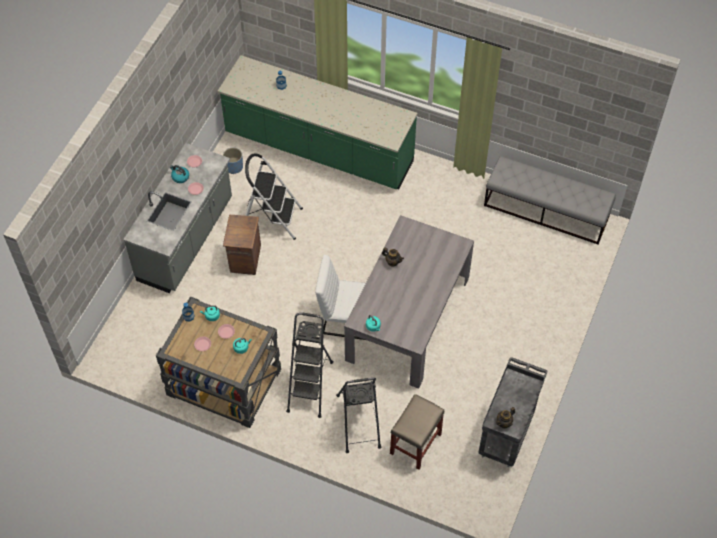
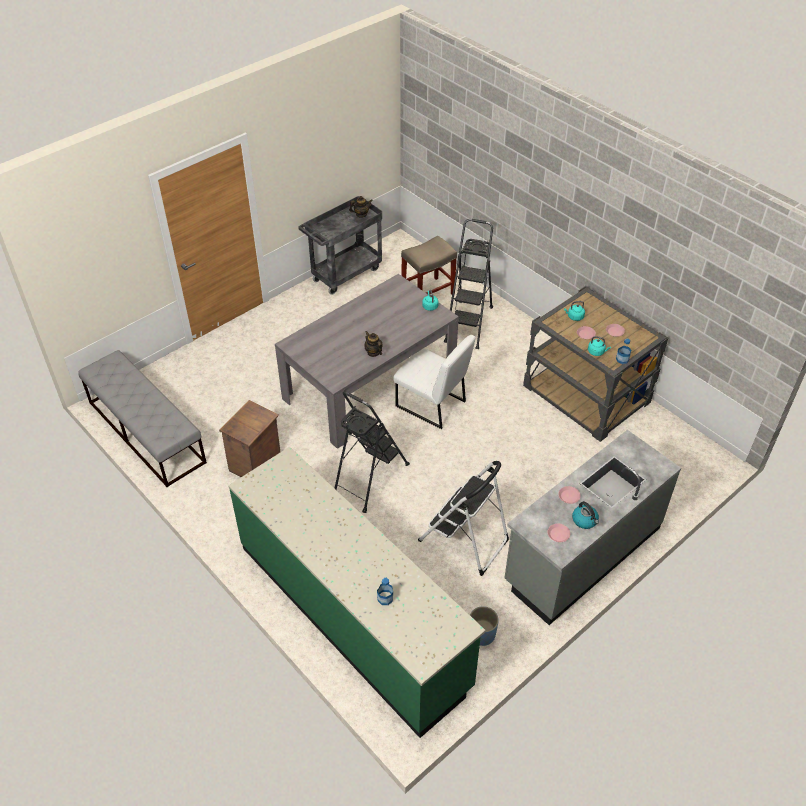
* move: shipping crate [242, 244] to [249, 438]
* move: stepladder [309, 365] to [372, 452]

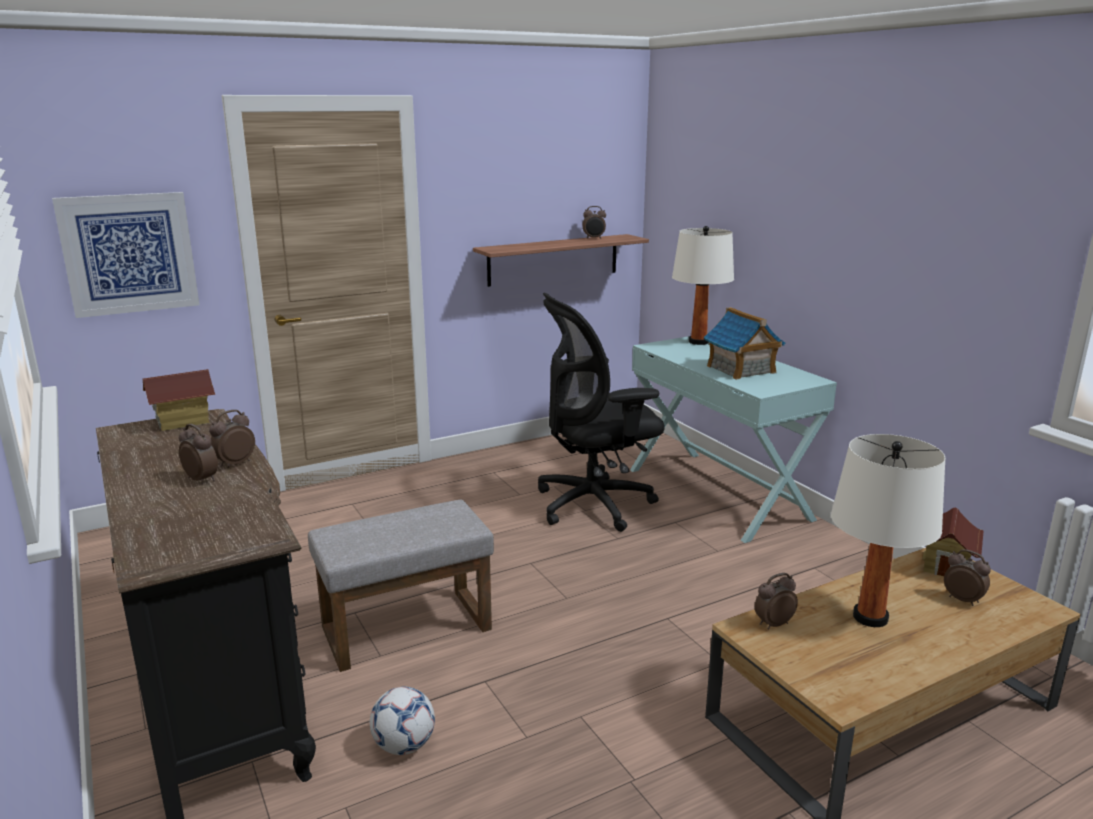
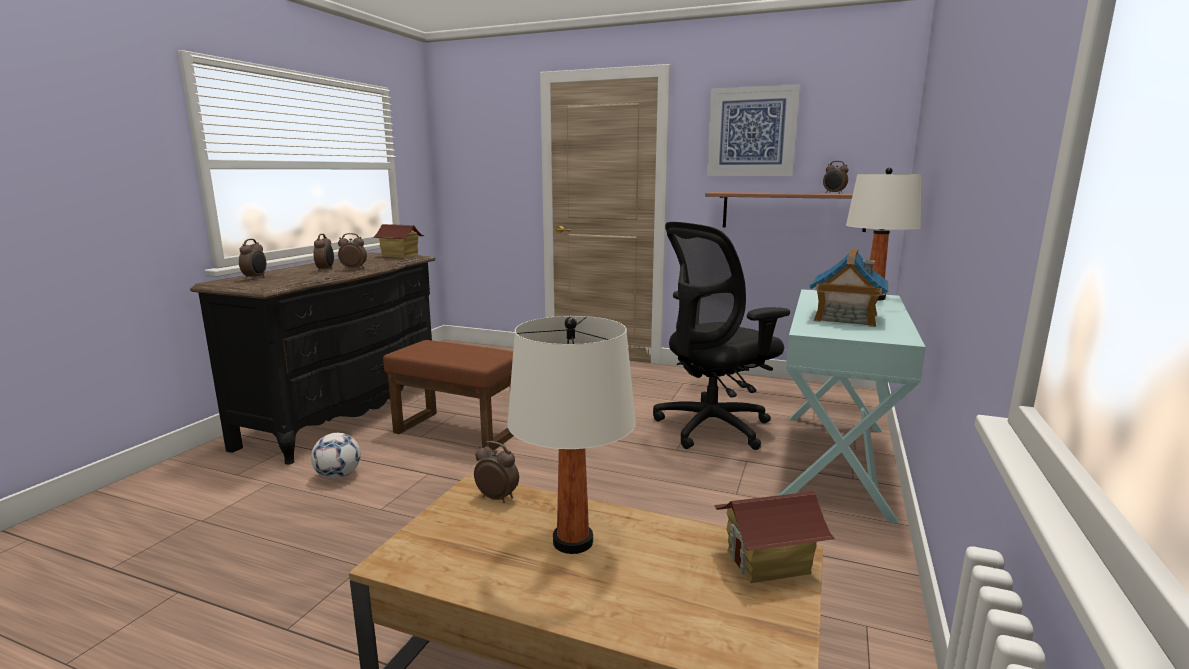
* move: wall picture [126, 255] to [753, 130]
* rotate: black desk chair [601, 412] = [721, 336] 60 degrees counterclockwise
* recolor: grey footrest [401, 586] to brown footrest [448, 395]
* move: bedside clock [967, 577] to [252, 259]

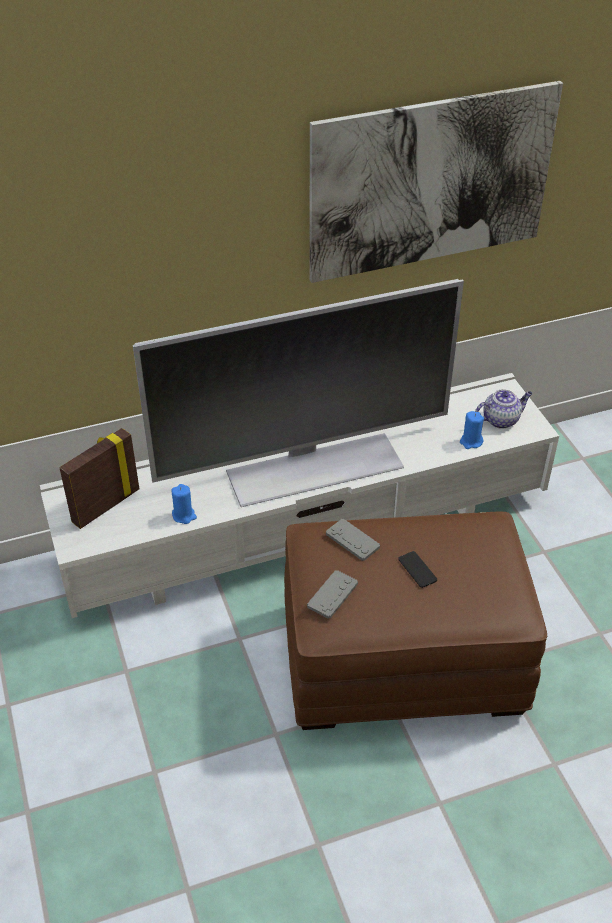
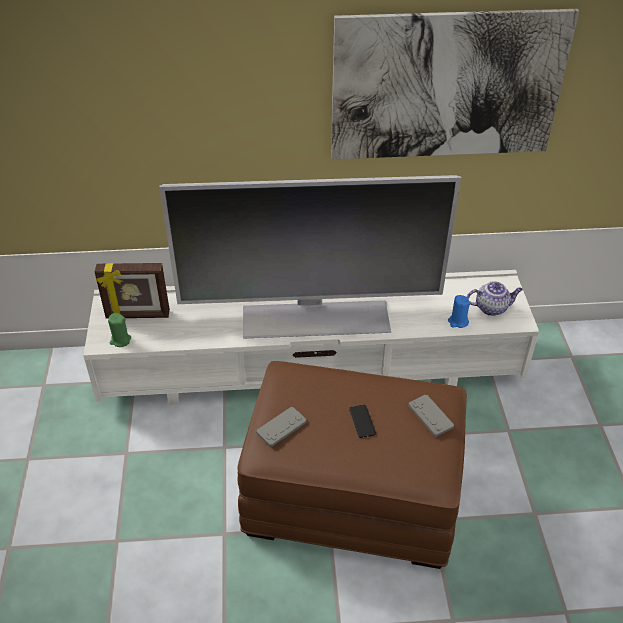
* rotate: standing frame [99, 478] = [132, 291] 150 degrees counterclockwise
* delete: bluish candle [184, 504]
* move: grey game controller [353, 540] to [431, 415]
* insert: green-coloured candle [119, 330]

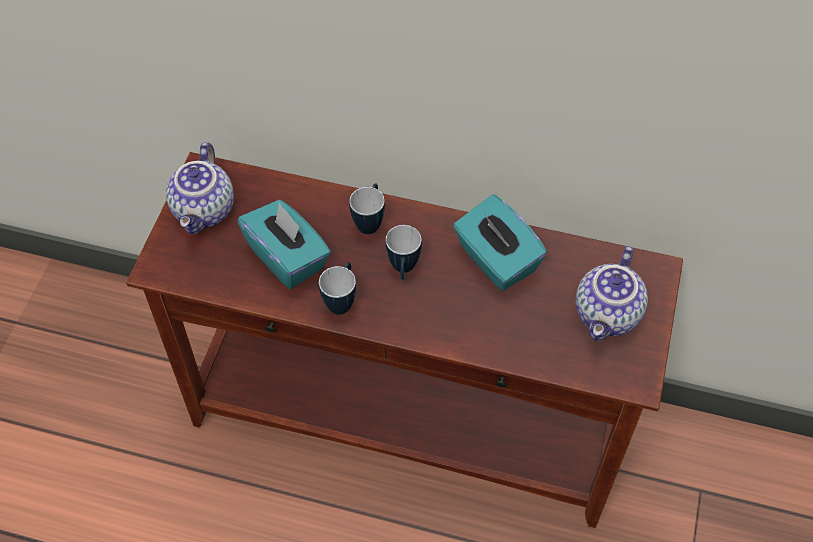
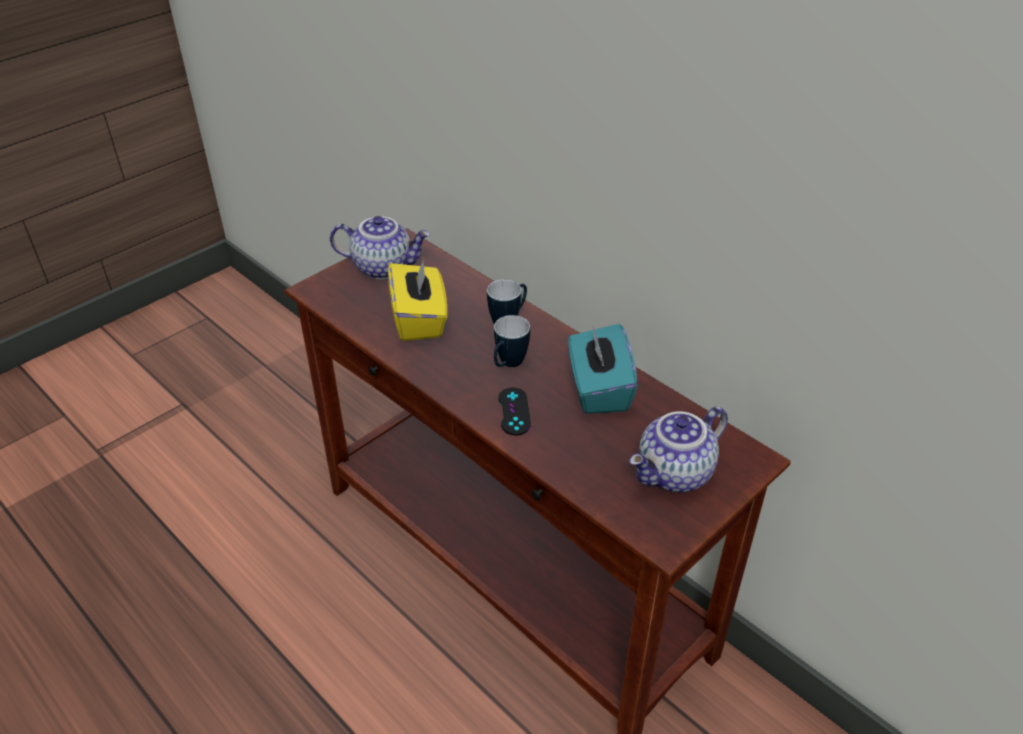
* rotate: pot for tea [200, 188] = [380, 247] 120 degrees counterclockwise
* recolor: blue-green tissue holder [284, 244] to yellowish tissue holder [417, 299]
* delete: mug [337, 288]
* insert: black game controller [514, 411]

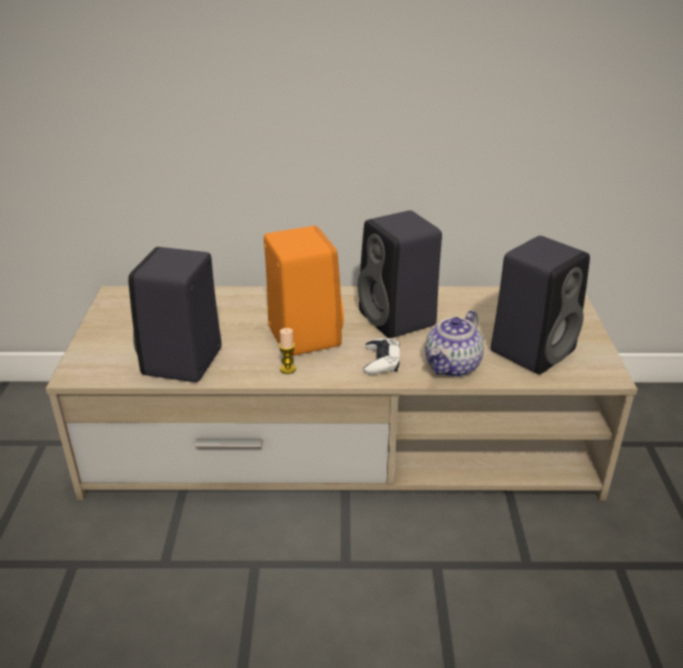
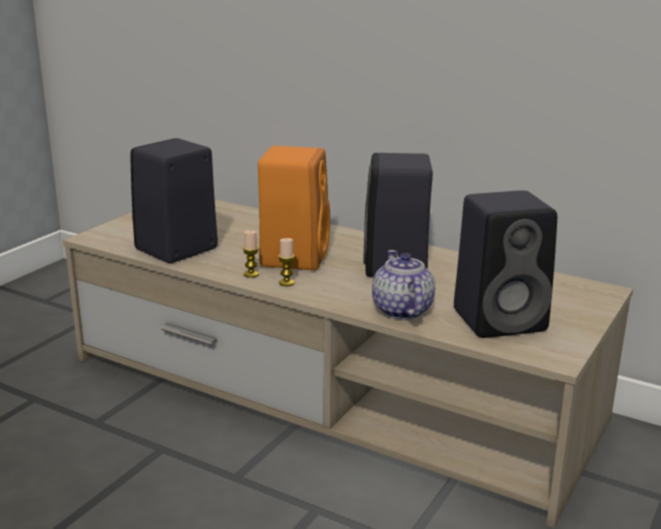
* rotate: pot for tea [454, 343] = [403, 285] 105 degrees clockwise
* delete: whitish game controller [381, 356]
* insert: candle [286, 262]

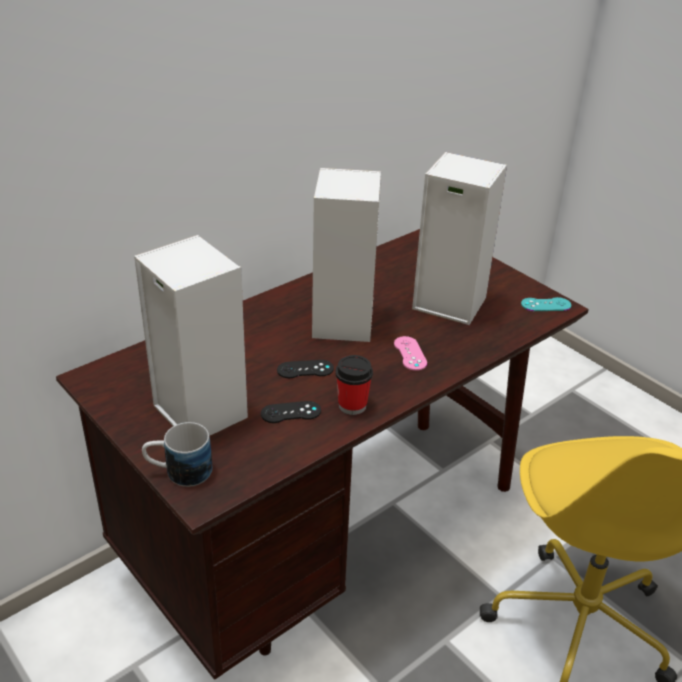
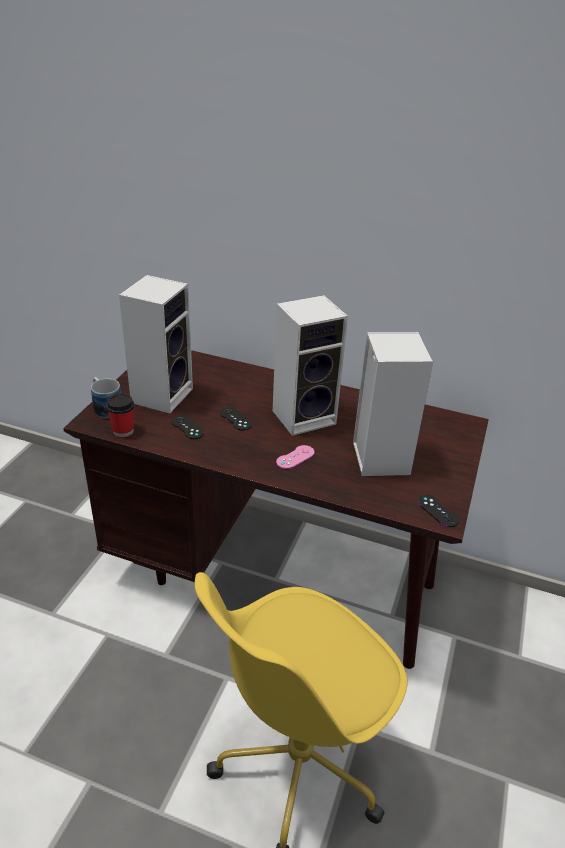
* recolor: blue-green game controller [546, 304] to black game controller [438, 511]
* move: cup [354, 385] to [120, 415]

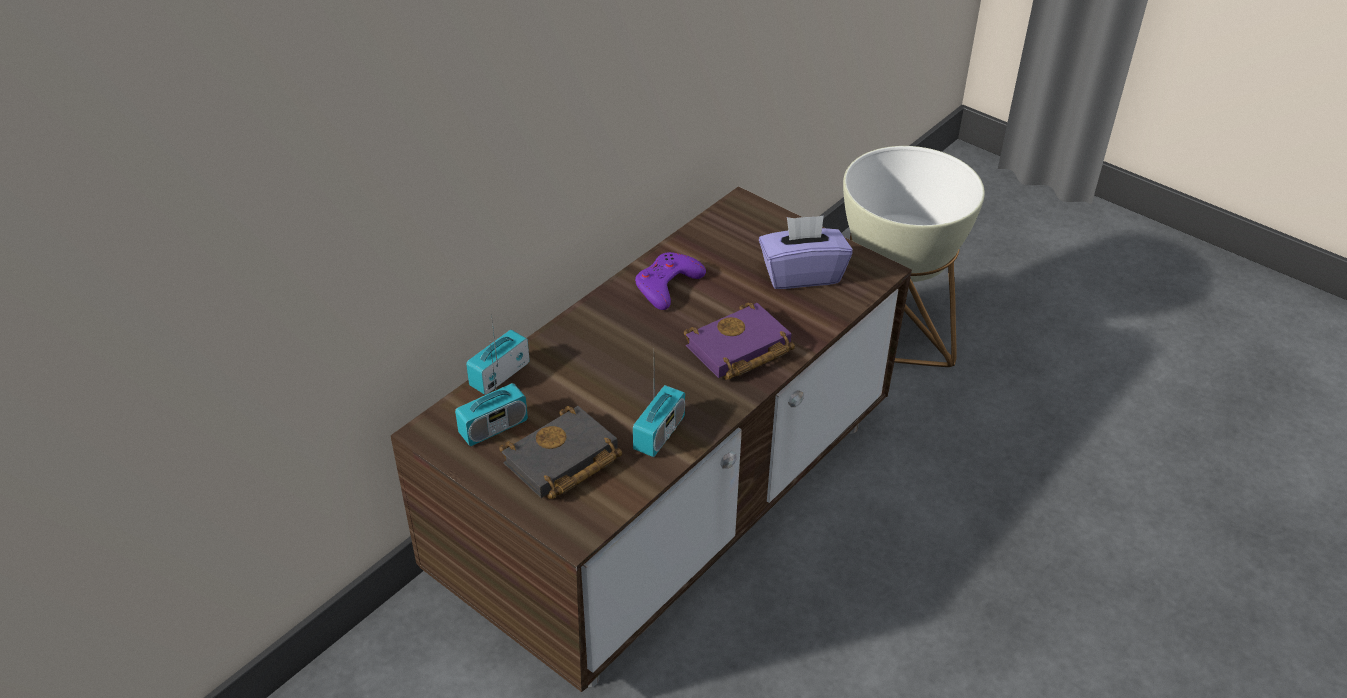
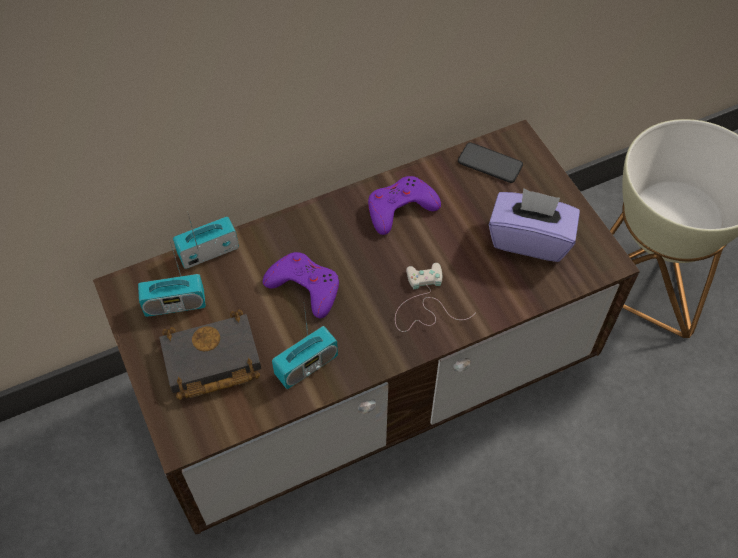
* replace: purple book [739, 341] to whitish game controller [435, 297]
* insert: handset [490, 162]
* insert: purple game controller [301, 285]

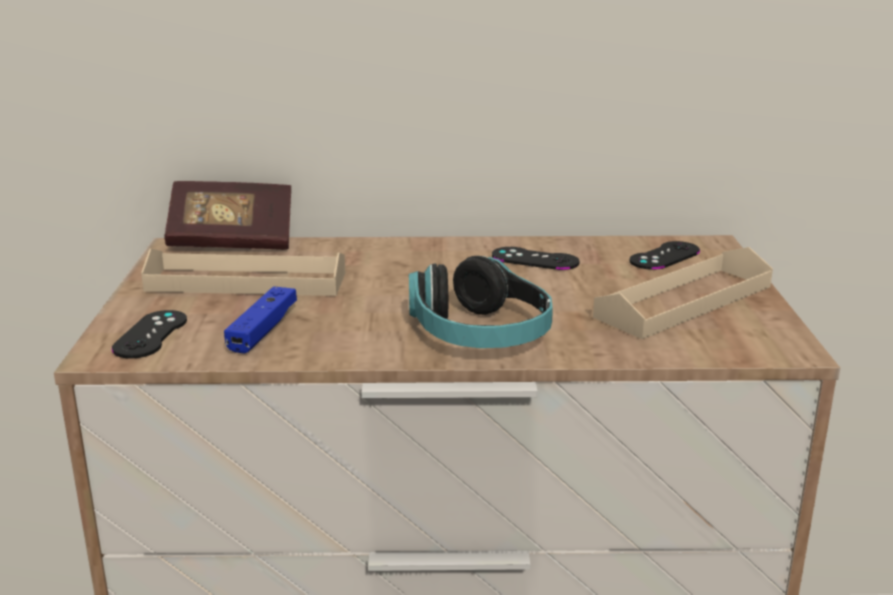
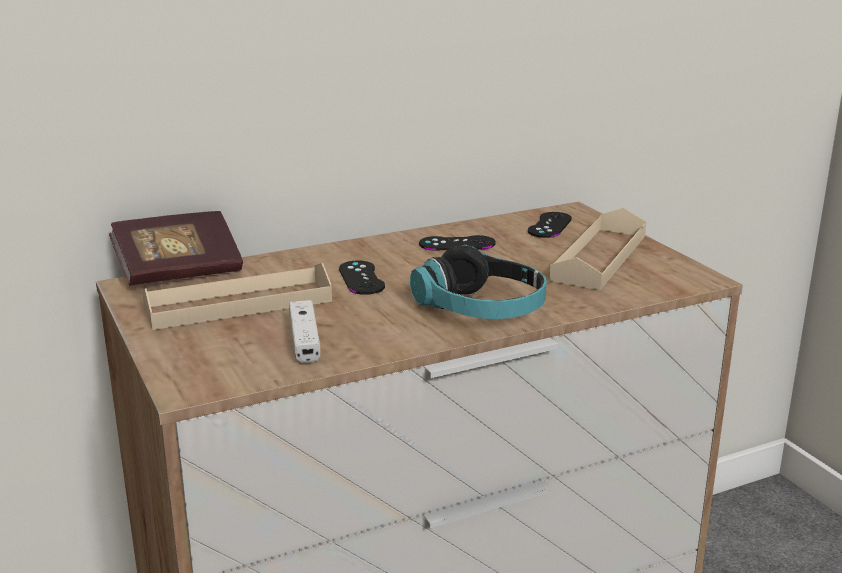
* recolor: bluish game controller [260, 320] to whitish game controller [304, 331]
* move: black game controller [149, 334] to [362, 277]

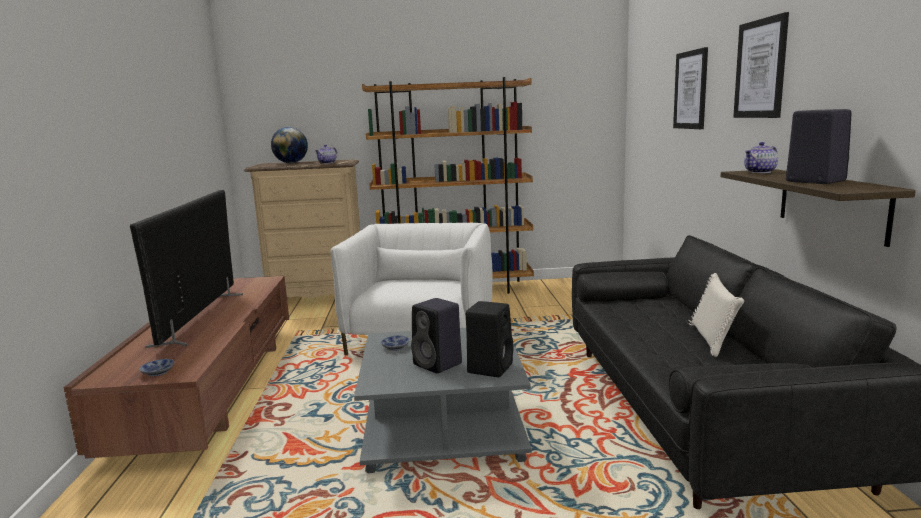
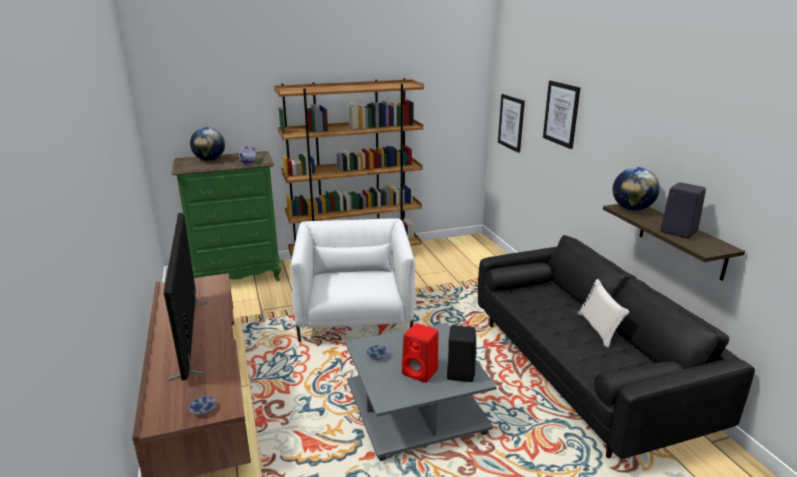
* move: wall picture [761, 65] to [511, 123]
* replace: pot for tea [761, 157] to desk globe [636, 189]
* recolor: beige dresser [302, 228] to green-coloured dresser [226, 216]
* recolor: black speaker [436, 336] to red speaker [420, 353]

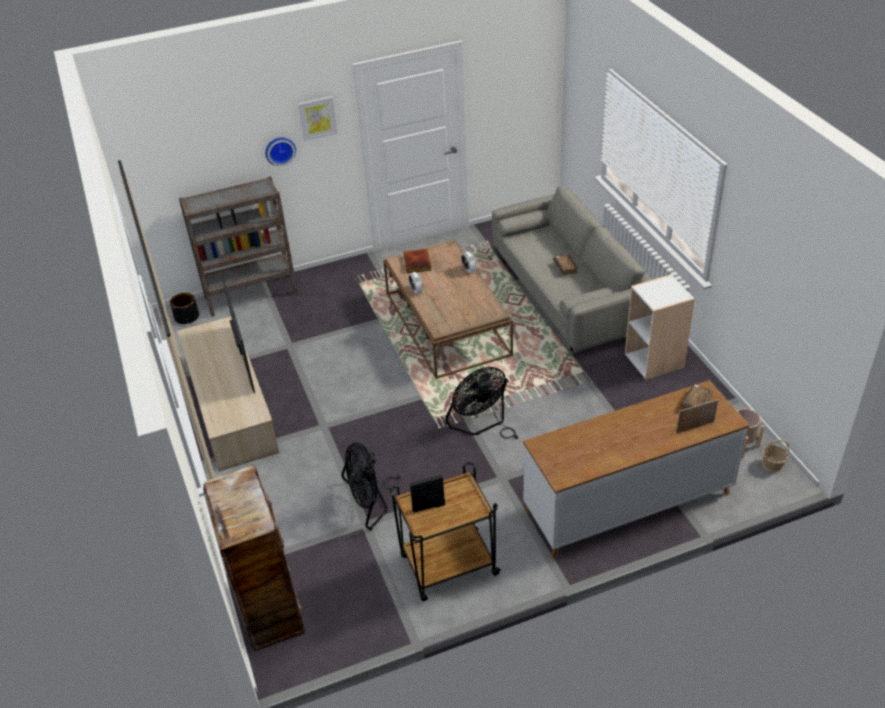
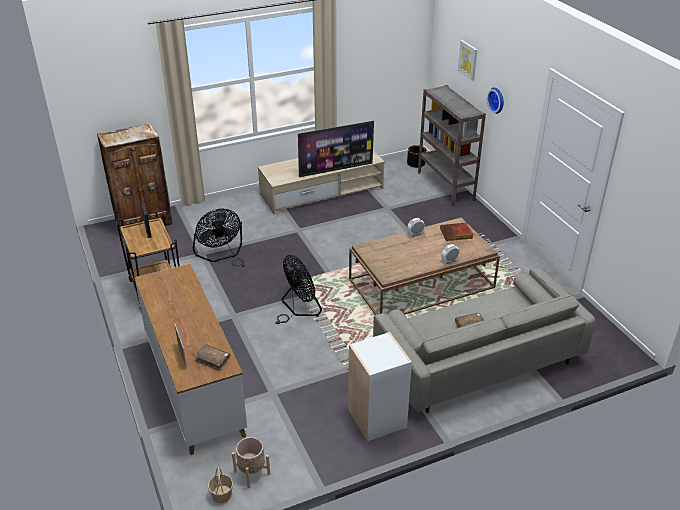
* move: wall picture [317, 118] to [467, 60]

